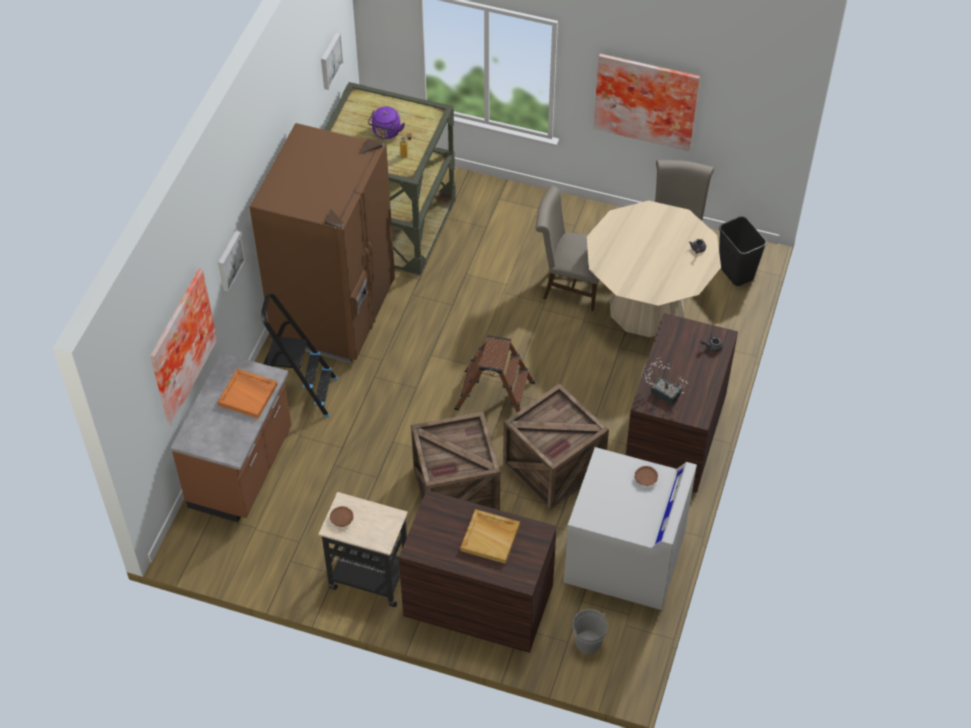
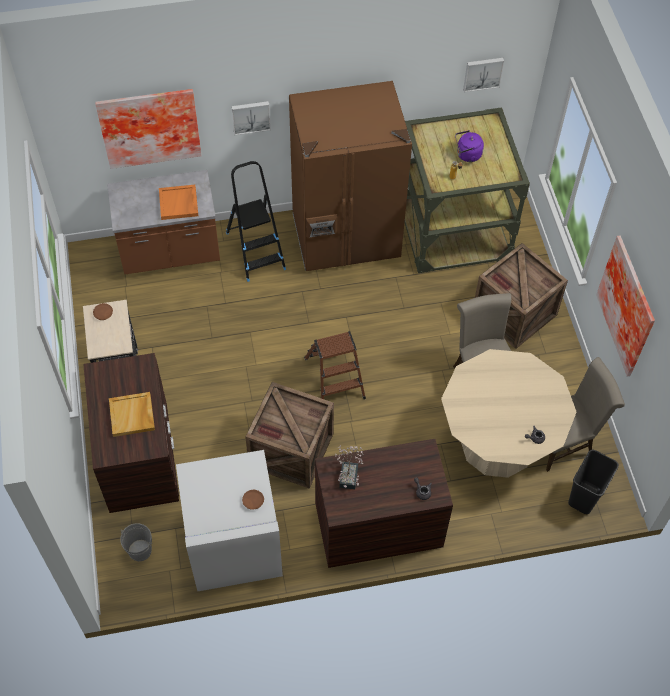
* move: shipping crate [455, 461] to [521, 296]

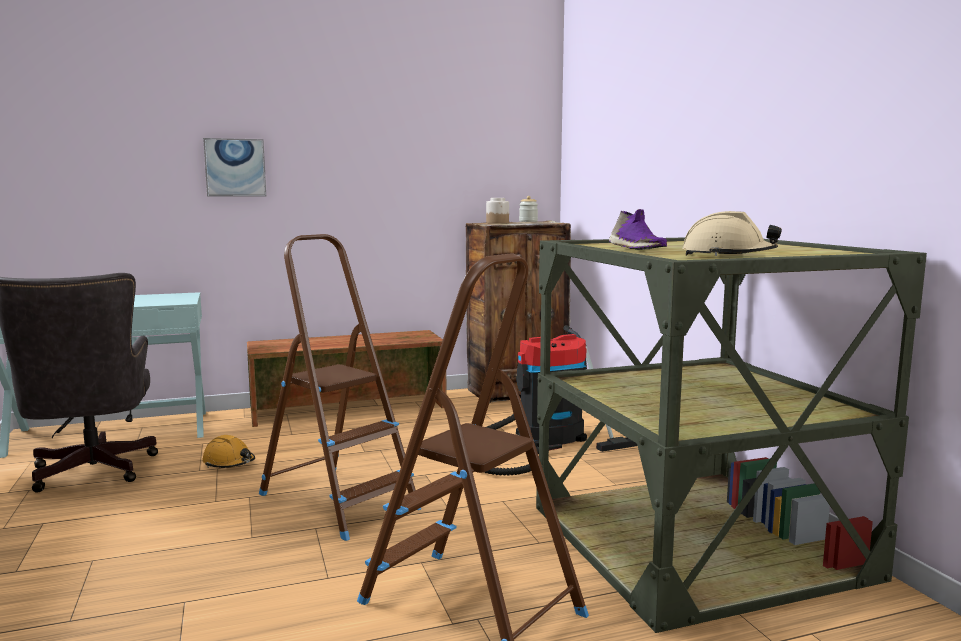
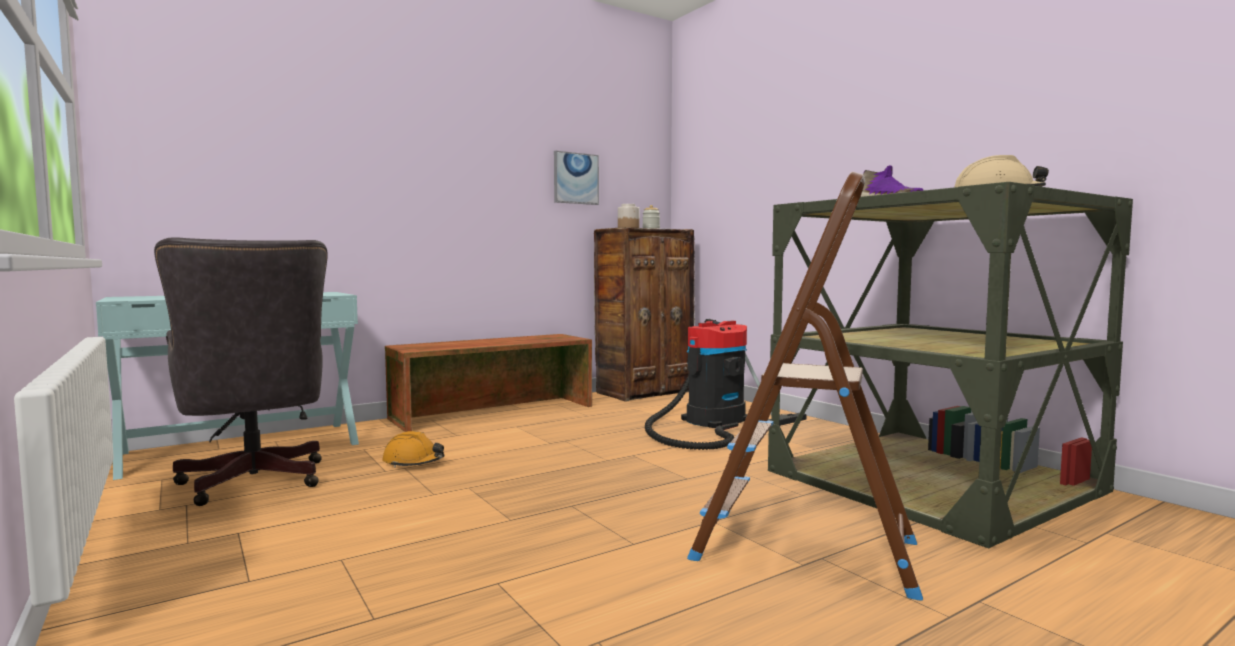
* move: wall picture [234, 167] to [576, 178]
* delete: brown stepladder [340, 387]

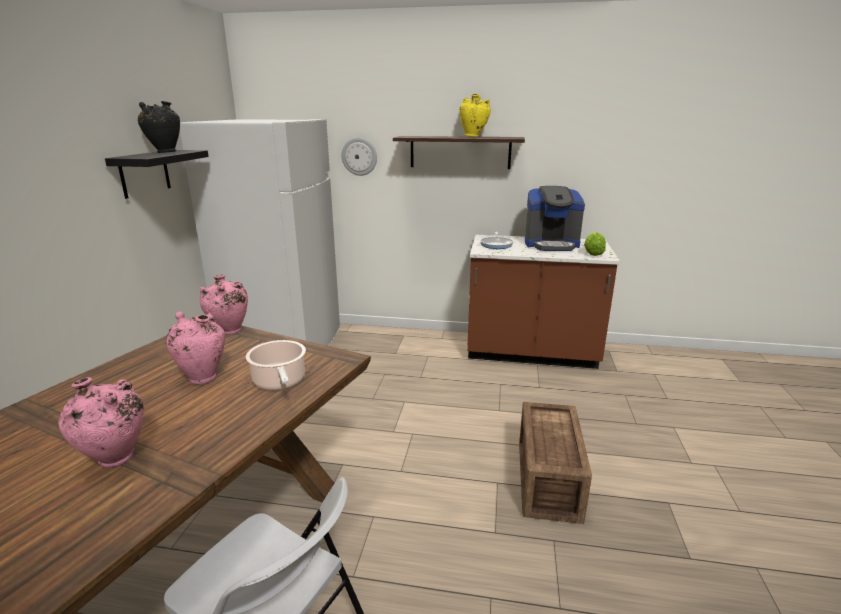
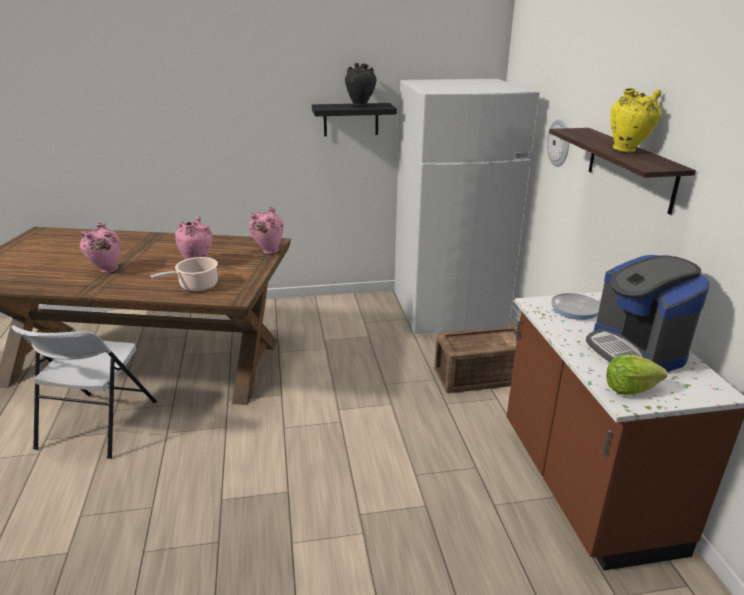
* move: shipping crate [555, 463] to [476, 359]

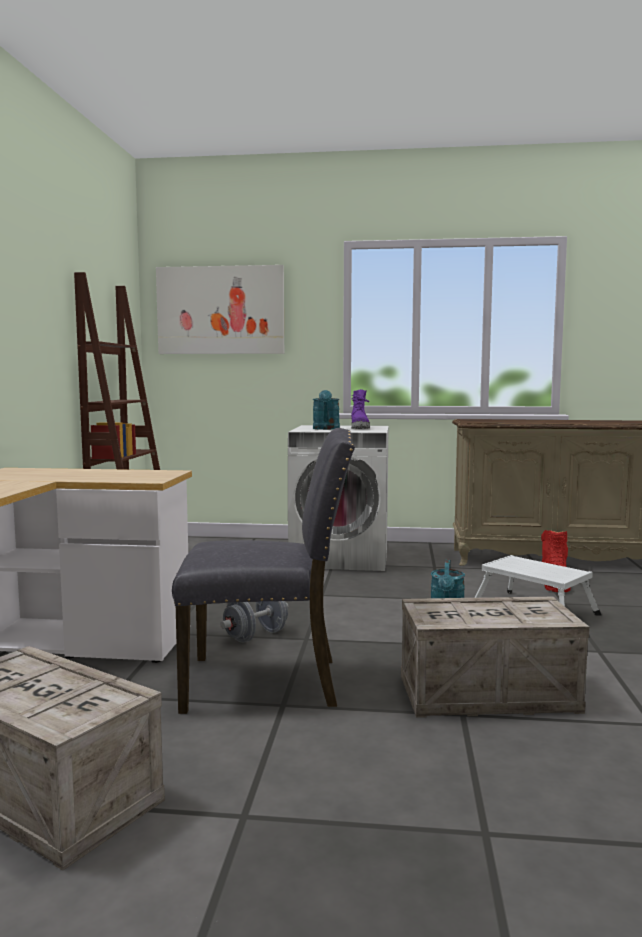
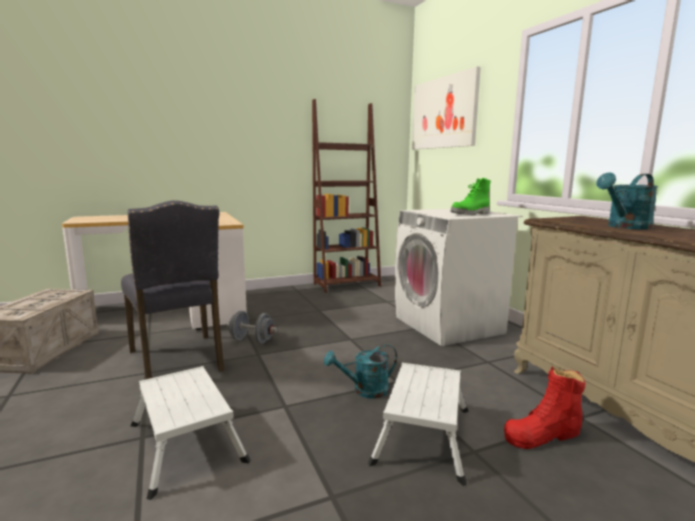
* recolor: purple high-top boot [360, 409] to green-coloured high-top boot [470, 196]
* move: blue-green watering can [326, 410] to [627, 200]
* replace: shipping crate [495, 657] to whitish stepladder [191, 433]

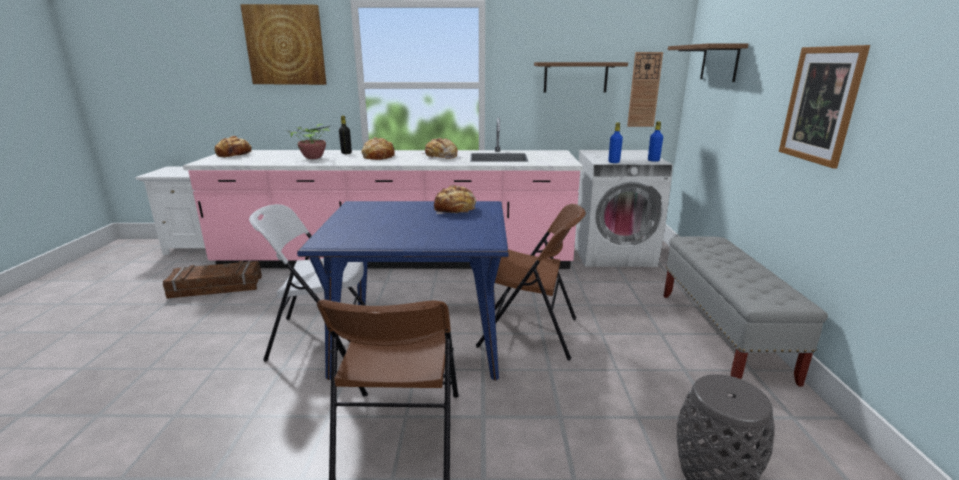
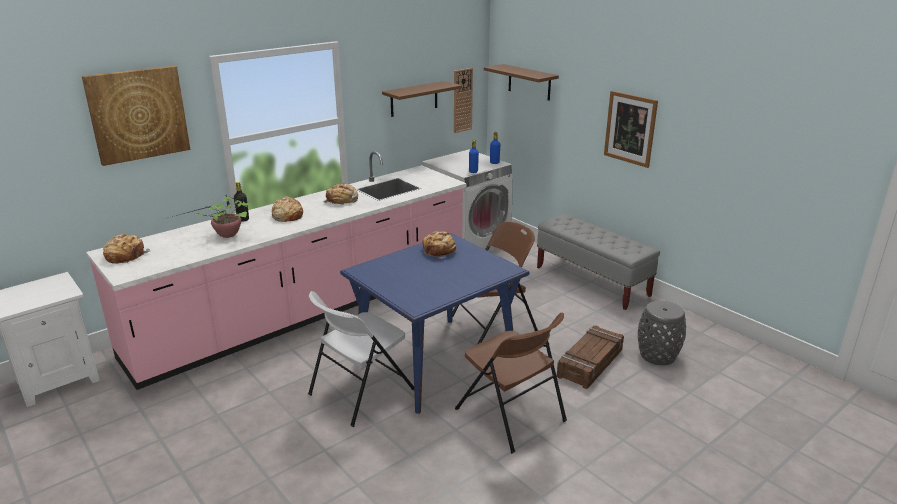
* move: shipping crate [212, 280] to [590, 357]

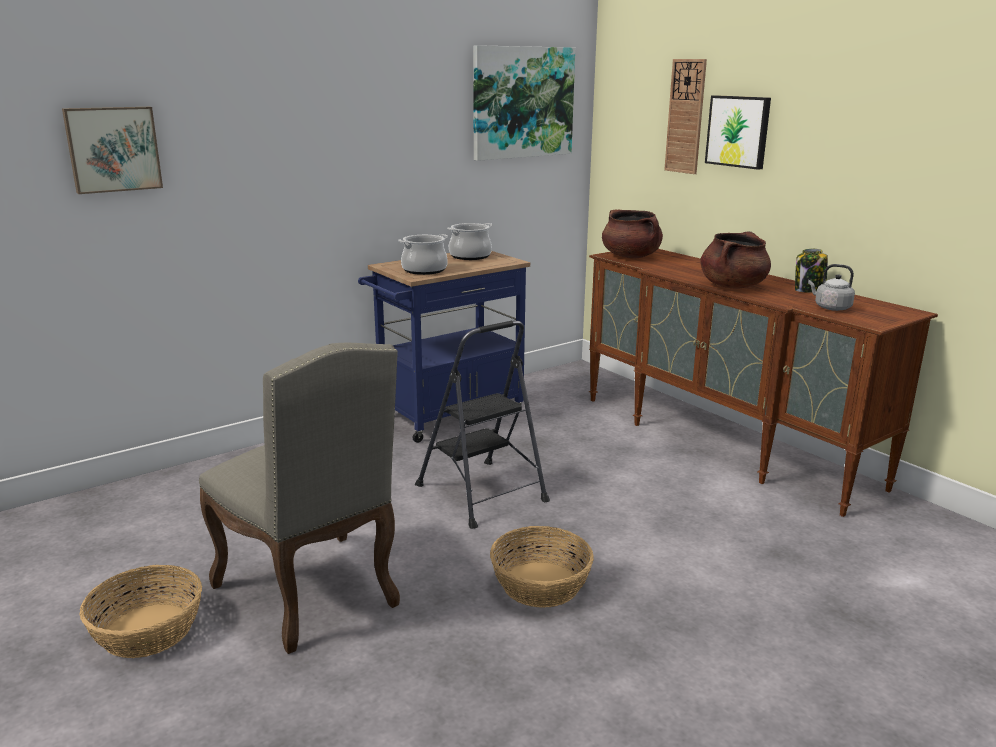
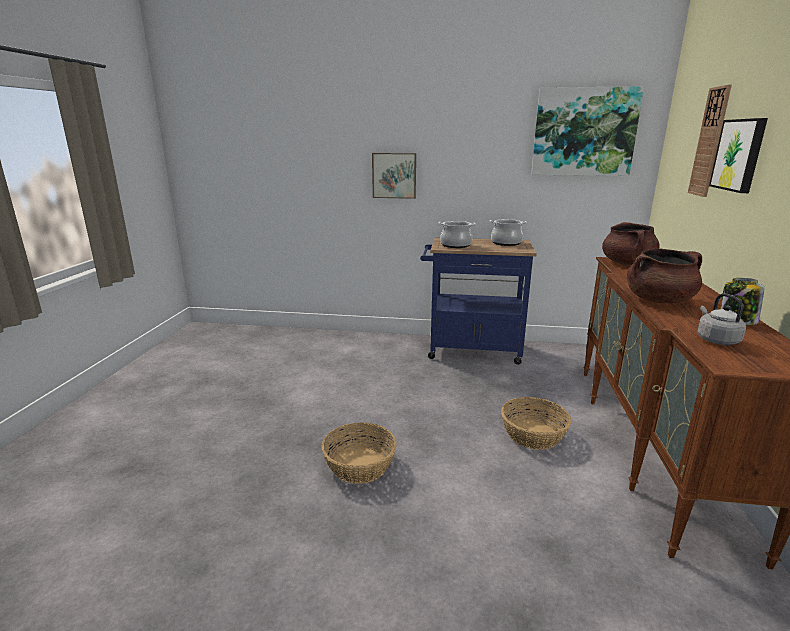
* move: wall picture [112, 150] to [394, 176]
* delete: black stepladder [482, 425]
* delete: grey plain chair [299, 498]
* move: household basket [140, 611] to [536, 423]

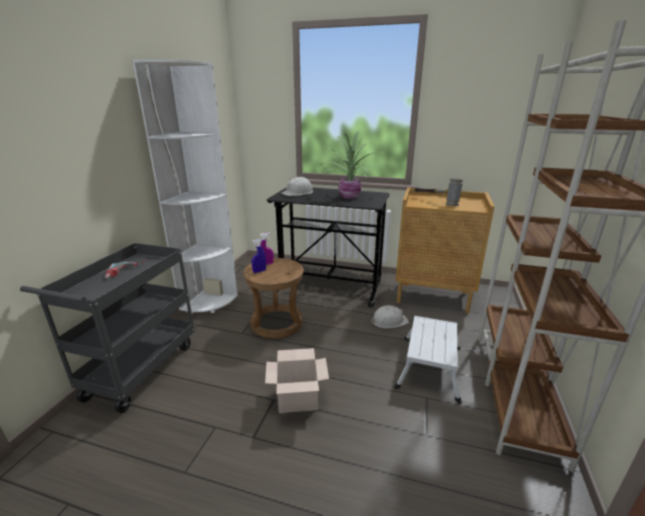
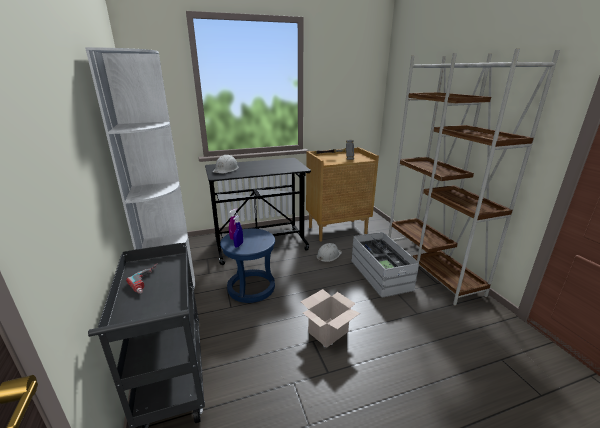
* delete: houseplant [355, 165]
* recolor: brown stool [273, 298] to bluish stool [247, 266]
* replace: whitish stepladder [428, 360] to grey storage container [385, 264]

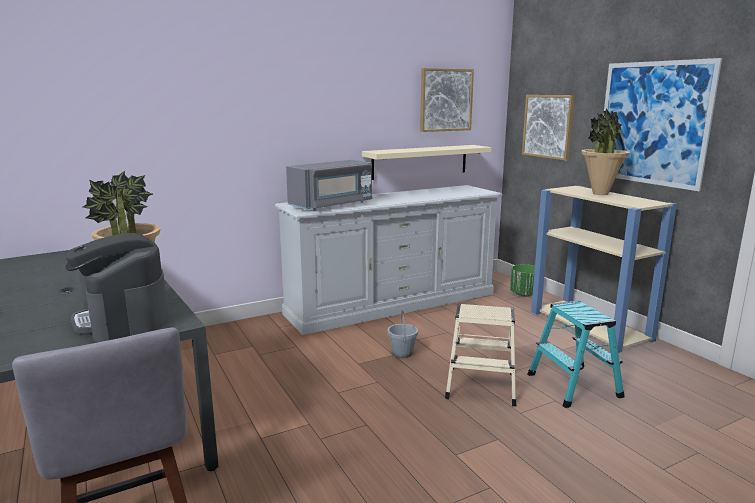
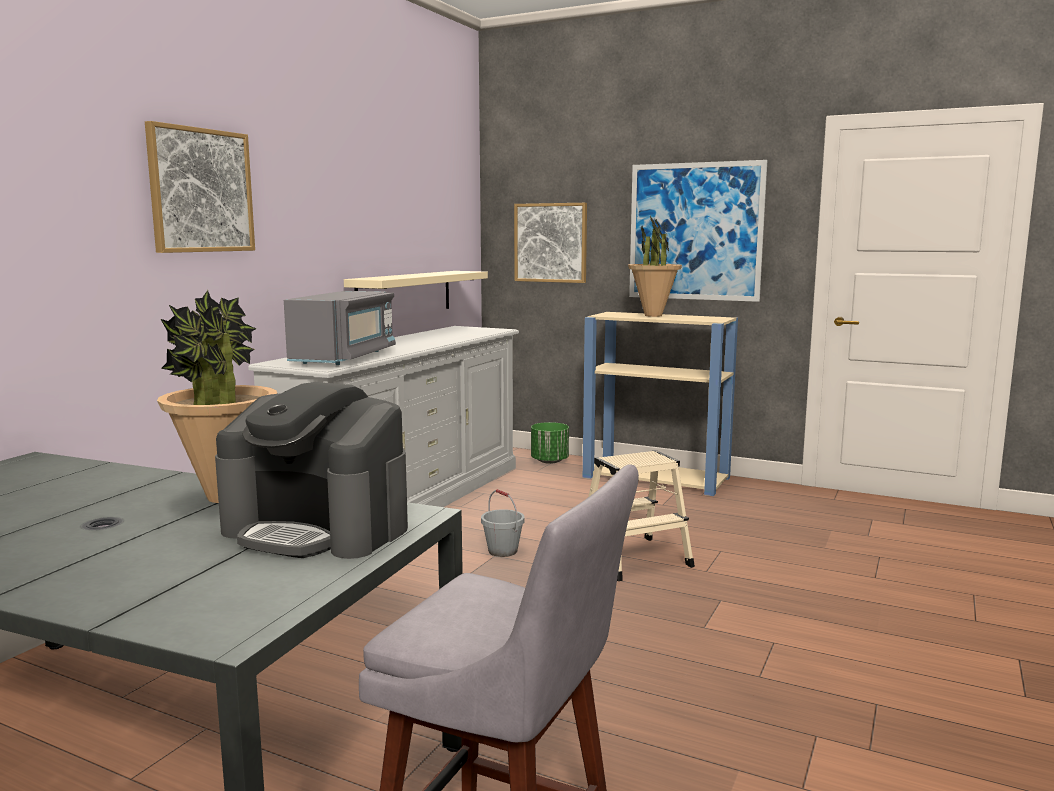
* move: wall picture [447, 100] to [200, 187]
* delete: blue-green stepladder [576, 354]

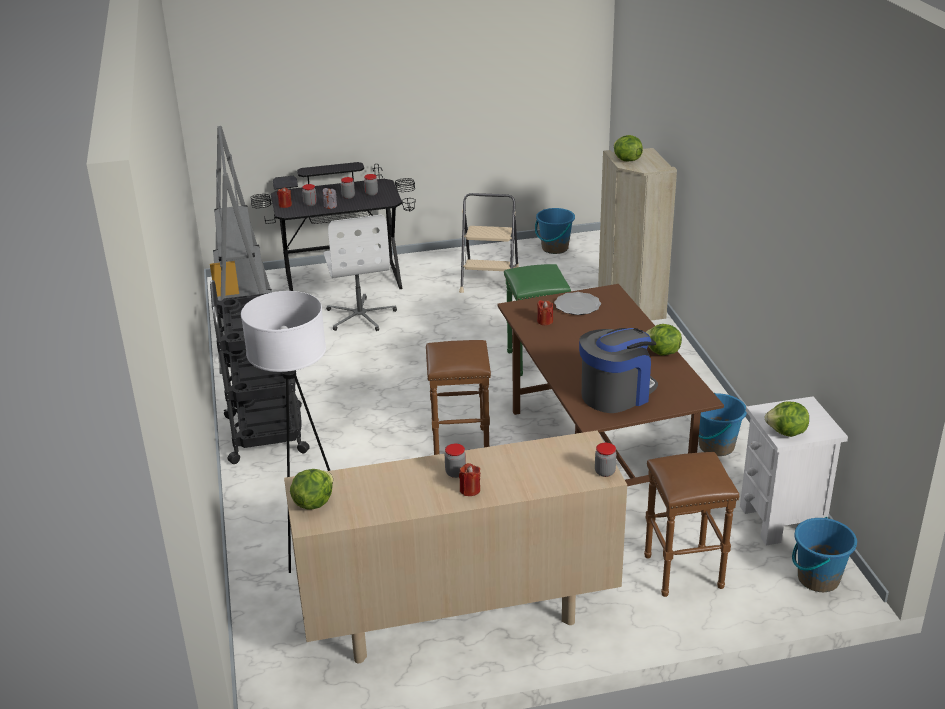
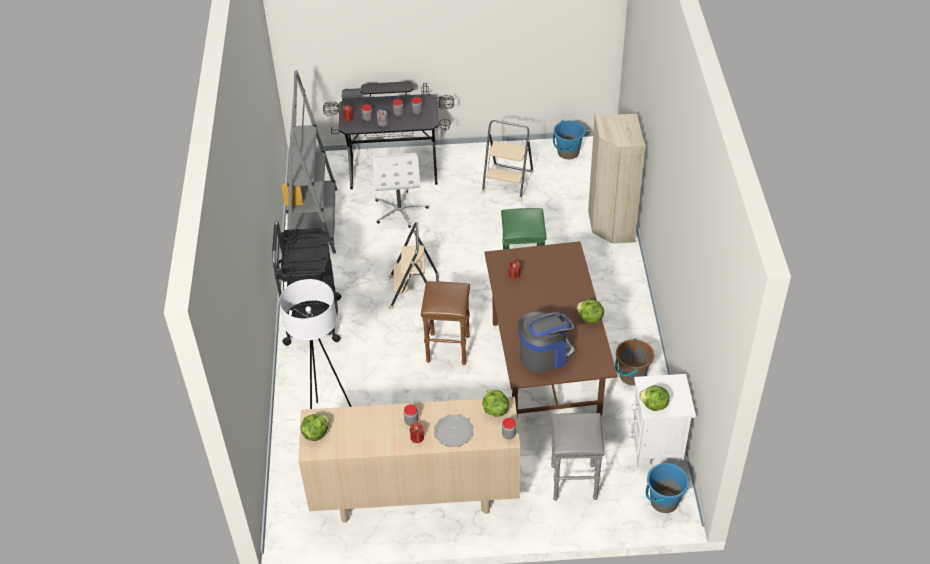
* move: head of lettuce [628, 148] to [495, 403]
* move: plate [577, 303] to [454, 431]
* recolor: bluish pail [723, 424] to brown pail [634, 362]
* recolor: brown stool [691, 524] to grey stool [578, 457]
* insert: beige stepladder [413, 265]

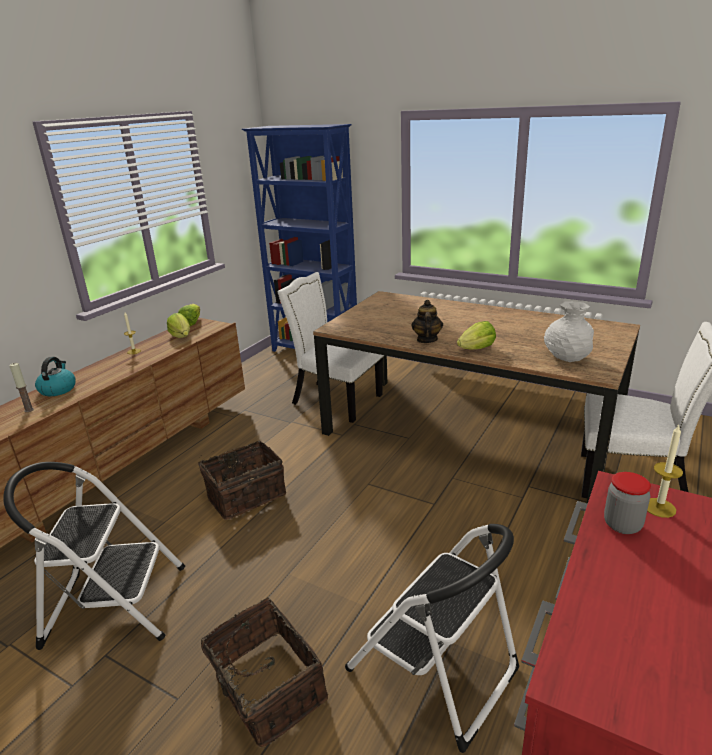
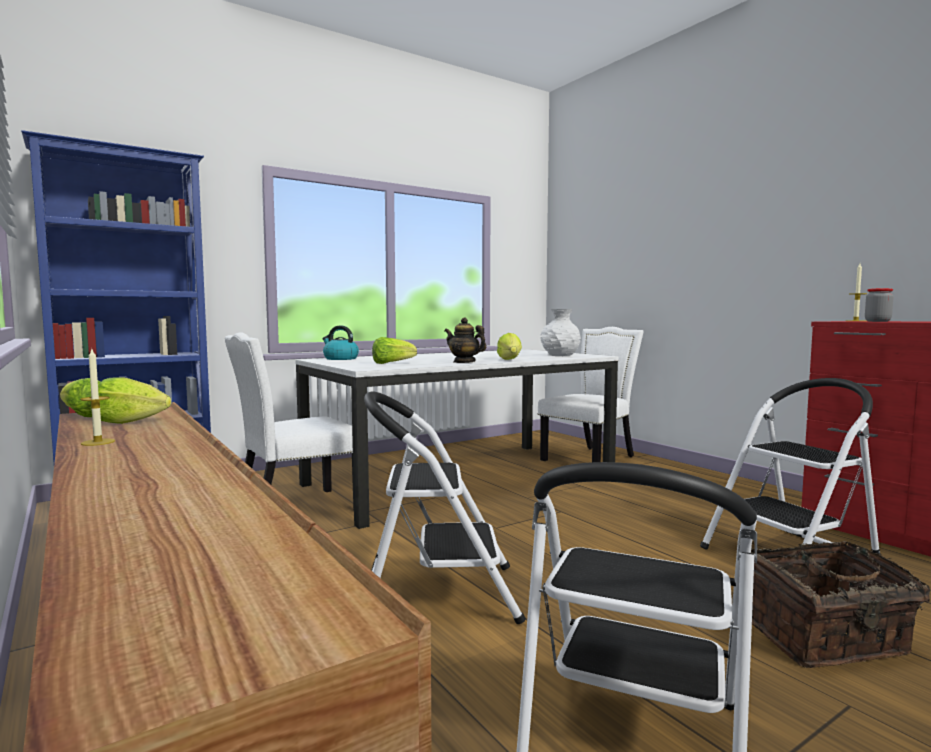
* recolor: brown dinner table [476, 397] to whitish dinner table [457, 439]
* move: tea kettle [55, 376] to [340, 343]
* delete: candle [21, 387]
* replace: household basket [242, 480] to stepladder [445, 508]
* insert: head of lettuce [394, 350]

